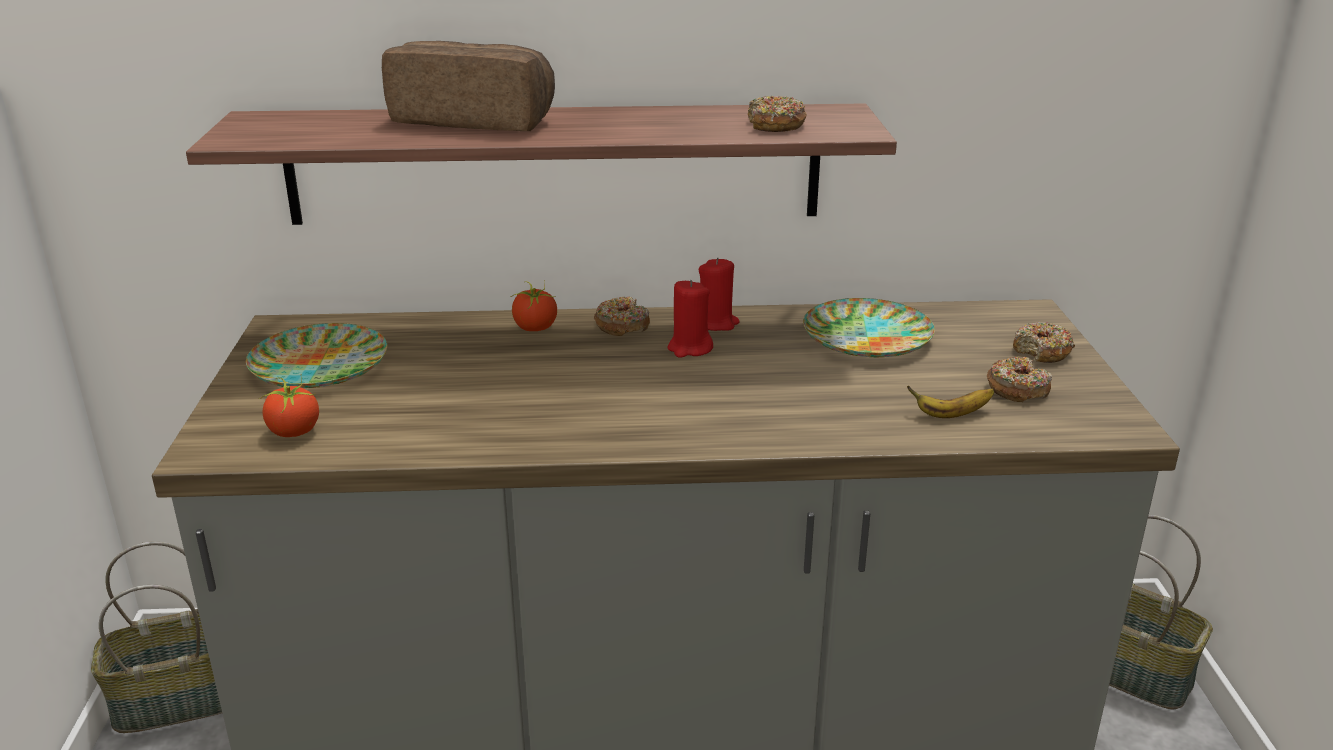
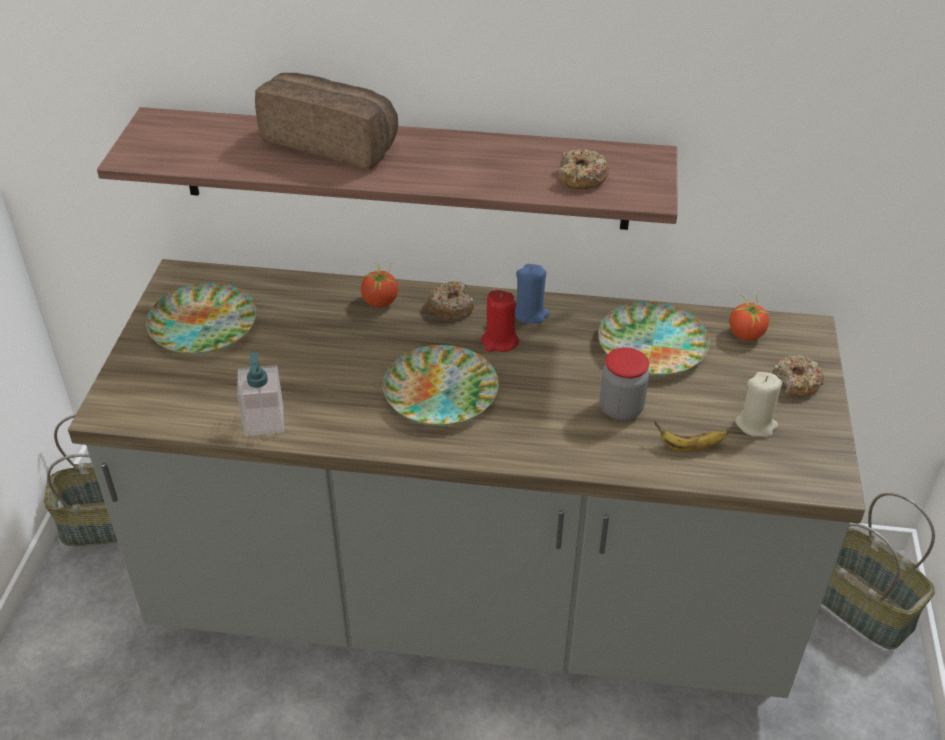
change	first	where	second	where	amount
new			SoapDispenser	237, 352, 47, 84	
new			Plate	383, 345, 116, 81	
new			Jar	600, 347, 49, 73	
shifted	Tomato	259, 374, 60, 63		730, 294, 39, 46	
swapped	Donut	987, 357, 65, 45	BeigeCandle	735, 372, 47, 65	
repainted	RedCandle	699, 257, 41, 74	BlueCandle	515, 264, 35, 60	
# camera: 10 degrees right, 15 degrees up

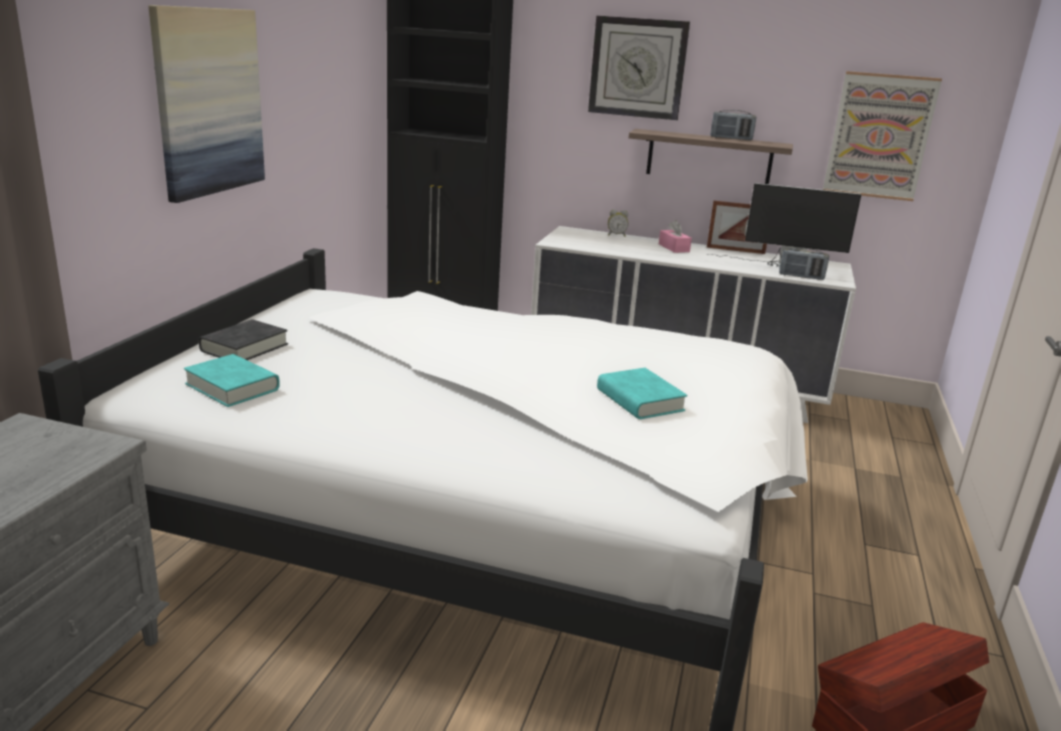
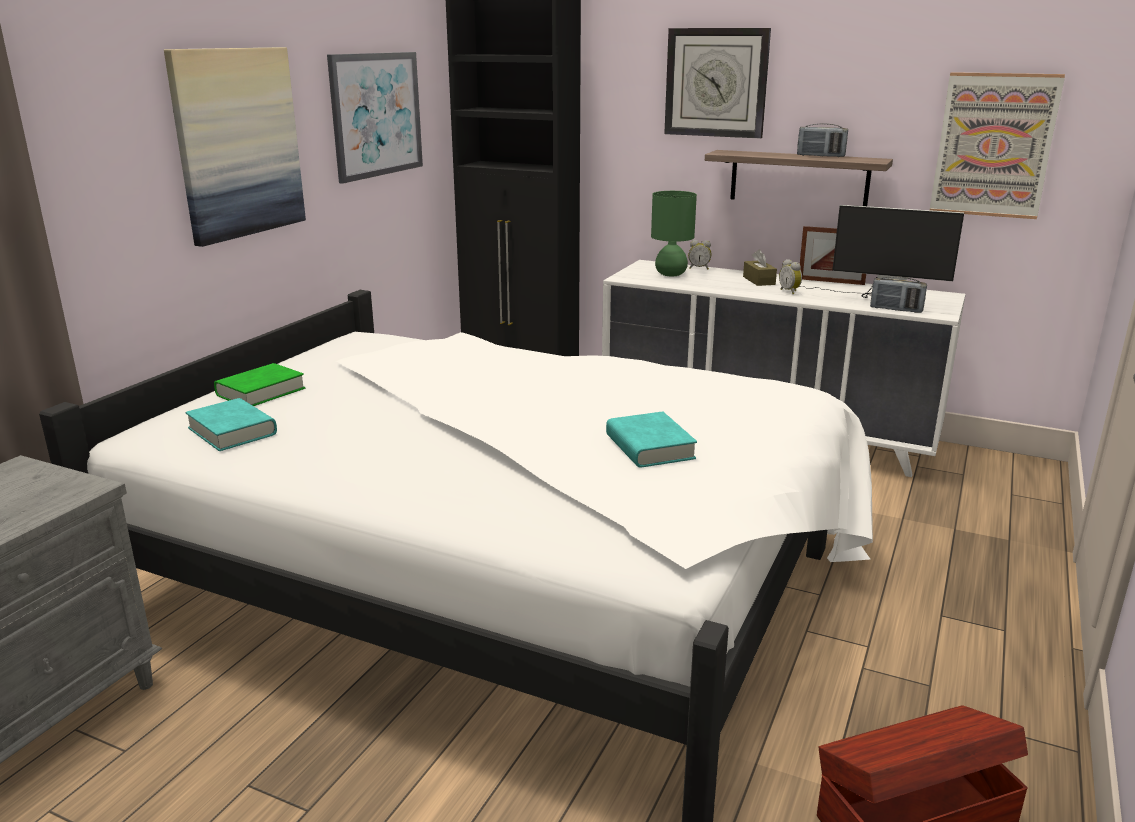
change	first	where	second	where	amount
new			Picture	327, 52, 96, 132	
new			GreenTableLamp	651, 191, 46, 85	
new			AlarmClock	779, 259, 23, 35	
repainted	BlackBook	199, 319, 89, 41	GreenBook	214, 363, 91, 43	
repainted	PinkTissueBox	659, 220, 33, 33	BrownTissueBox	743, 249, 34, 37	
# camera: 10 degrees right, 0 degrees up

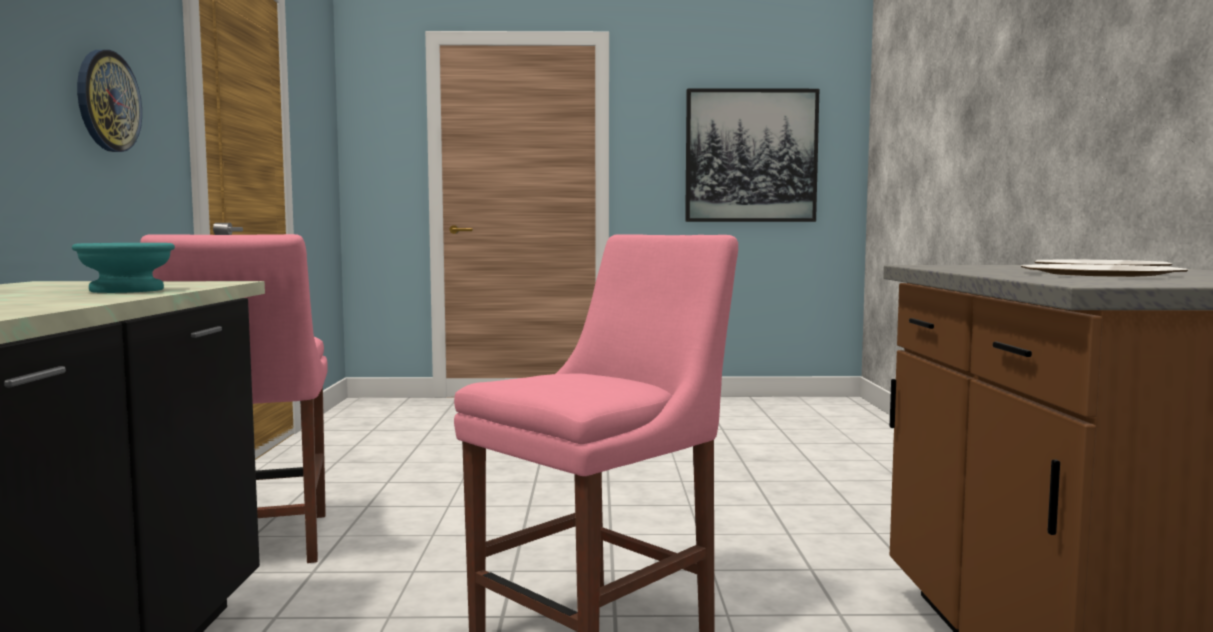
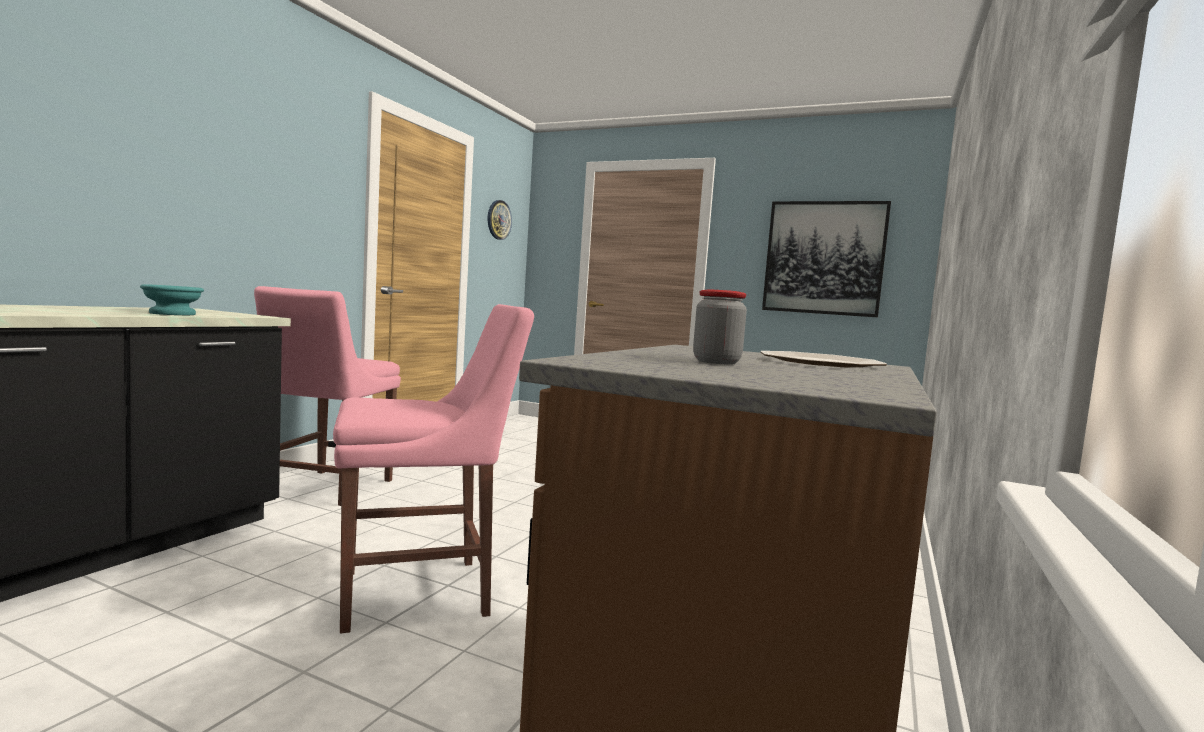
change	first	where	second	where	amount
shifted	WallClock	77, 50, 65, 102		488, 200, 24, 40	
swapped	Plate	1021, 264, 167, 13	Jar	693, 290, 54, 75	
# camera: 25 degrees right, 0 degrees up

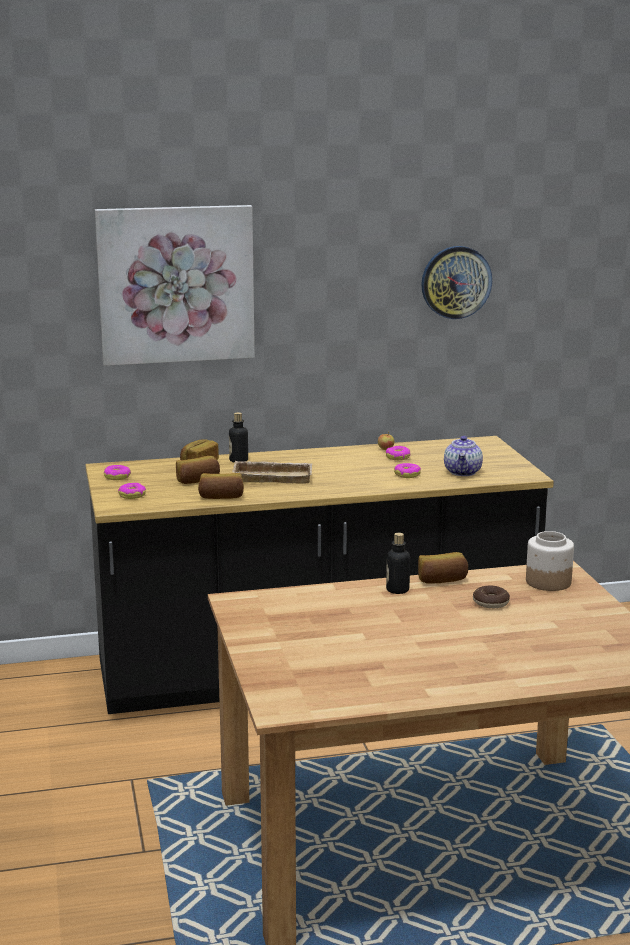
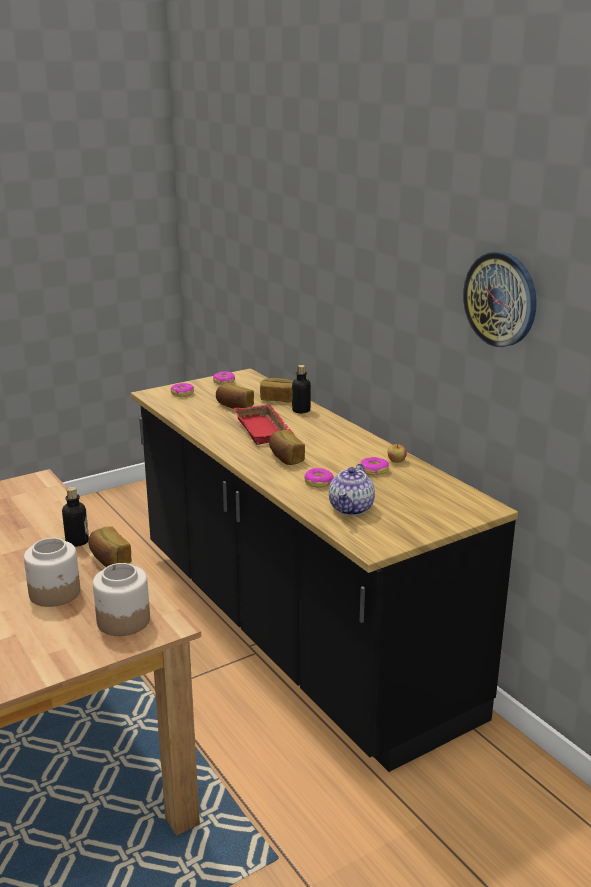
change	first	where	second	where	amount
gone	Picture	95, 205, 160, 161			
shifted	Bread	198, 473, 46, 26		269, 430, 36, 35	
swapped	Donut	473, 585, 37, 23	Jar	24, 538, 56, 69	
repainted	BeigeTray	232, 461, 80, 23	RedTray	234, 405, 60, 40	
rotated	Teapot	444, 436, 39, 40		329, 464, 46, 52	60 degrees counterclockwise
# camera: 70 degrees right, 5 degrees up

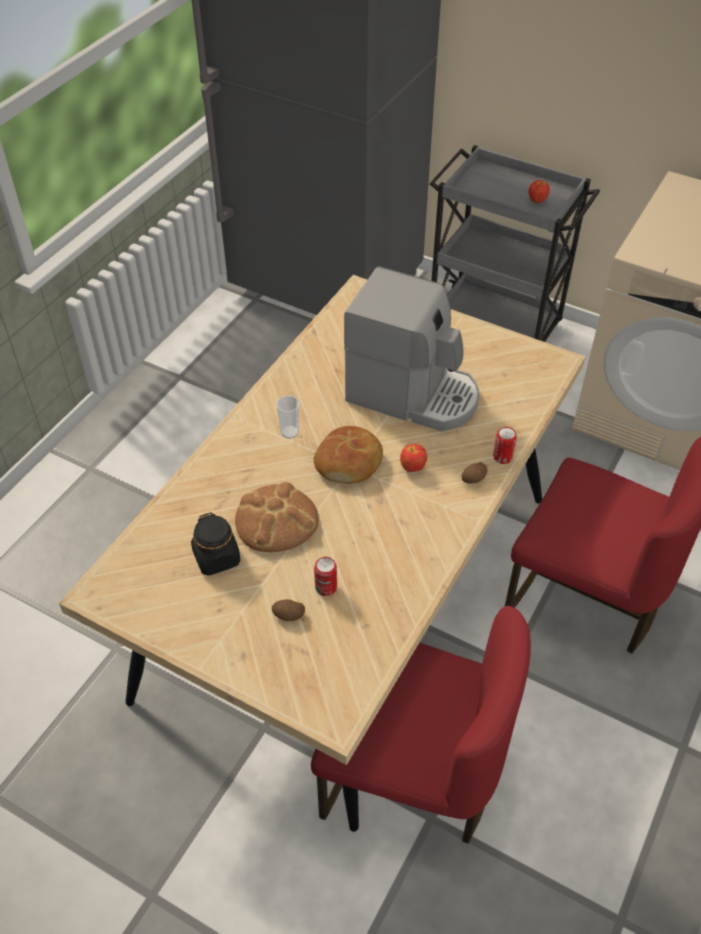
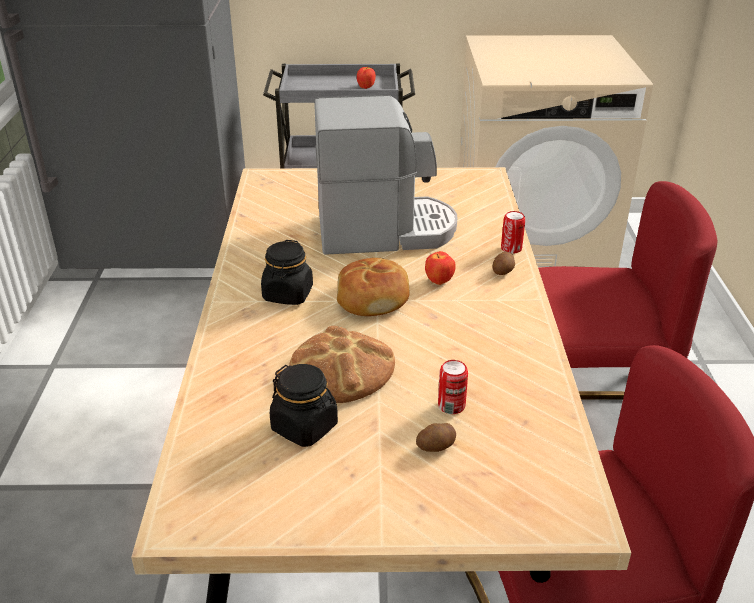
change	first	where	second	where	amount
swapped	Cup	276, 395, 24, 44	BlackJar	261, 240, 52, 65	
# camera: 30 degrees left, 15 degrees down

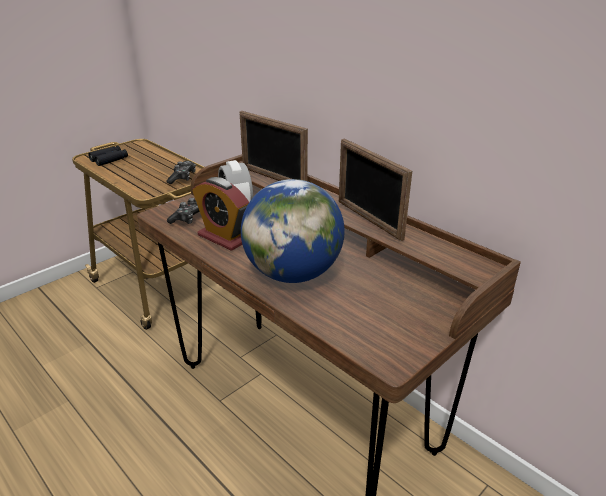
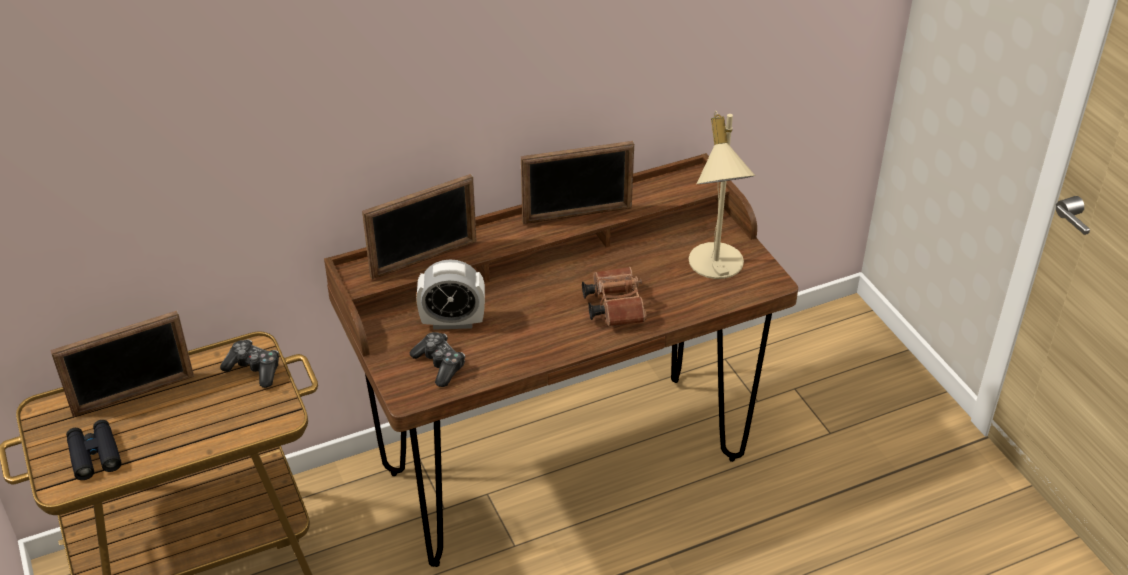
change	first	where	second	where	amount
gone	AlarmClock	192, 177, 57, 74			
new			PictureFrame	50, 311, 144, 106	
new			BeigeTableLamp	689, 111, 66, 168	
swapped	Globe	241, 179, 104, 104	BrownBinoculars	582, 267, 65, 59	
# camera: 70 degrees left, 10 degrees up

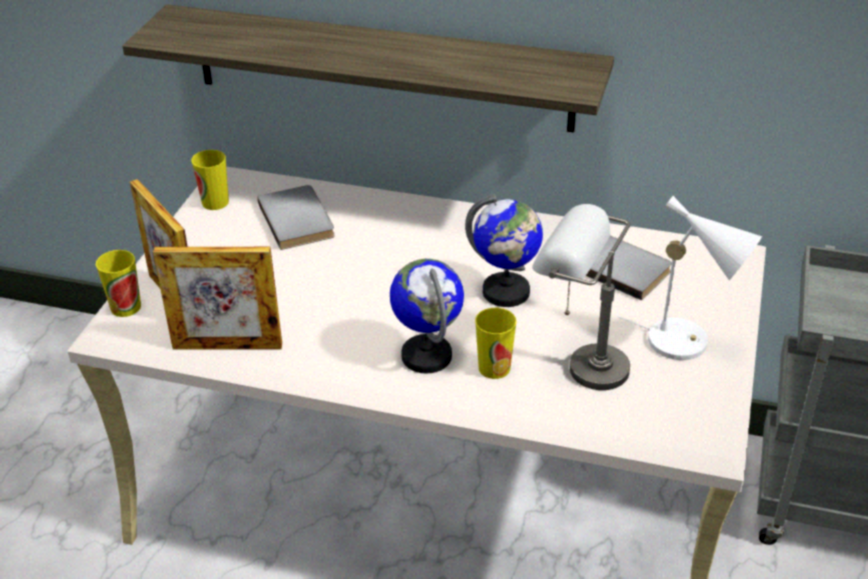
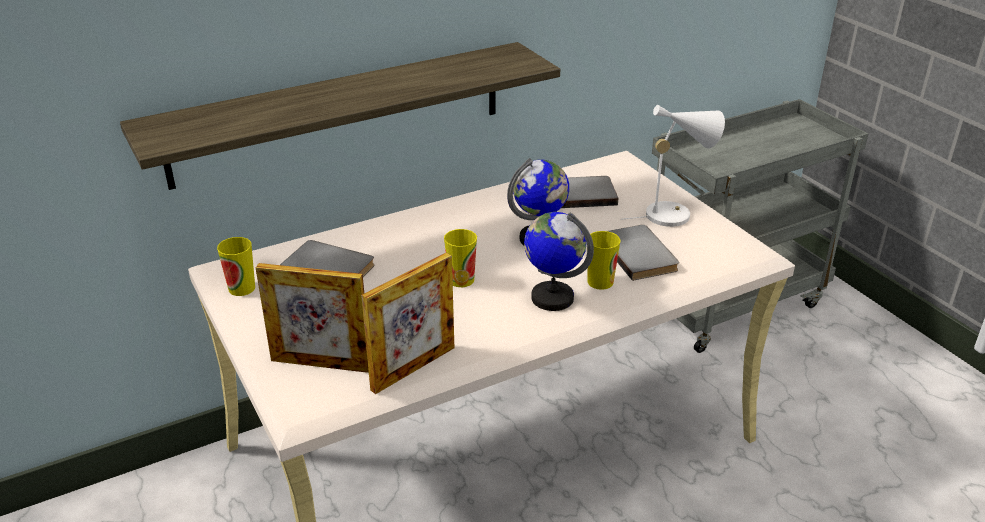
change	first	where	second	where	amount
shifted	Cup	96, 250, 45, 67		444, 229, 33, 58	
swapped	GreyTableLamp	533, 204, 97, 186	GreyBook	608, 225, 71, 56	
# camera: 45 degrees left, 5 degrees down

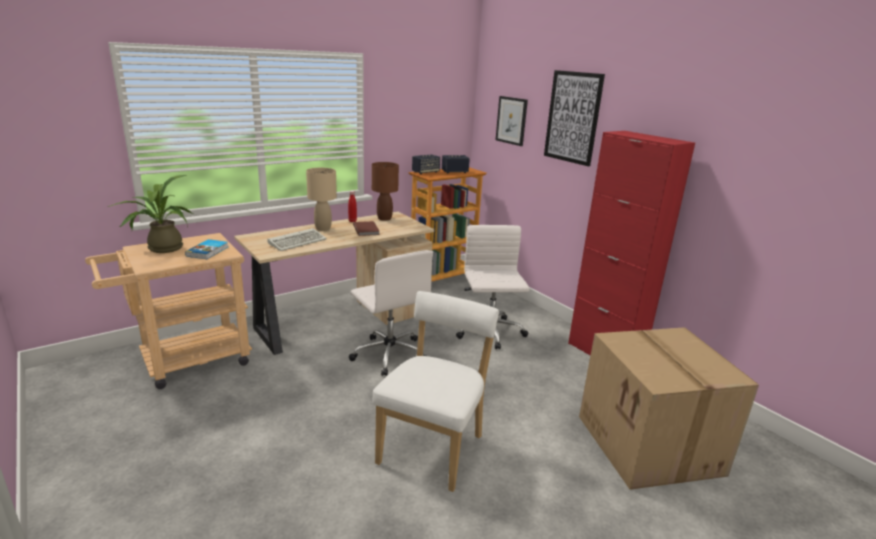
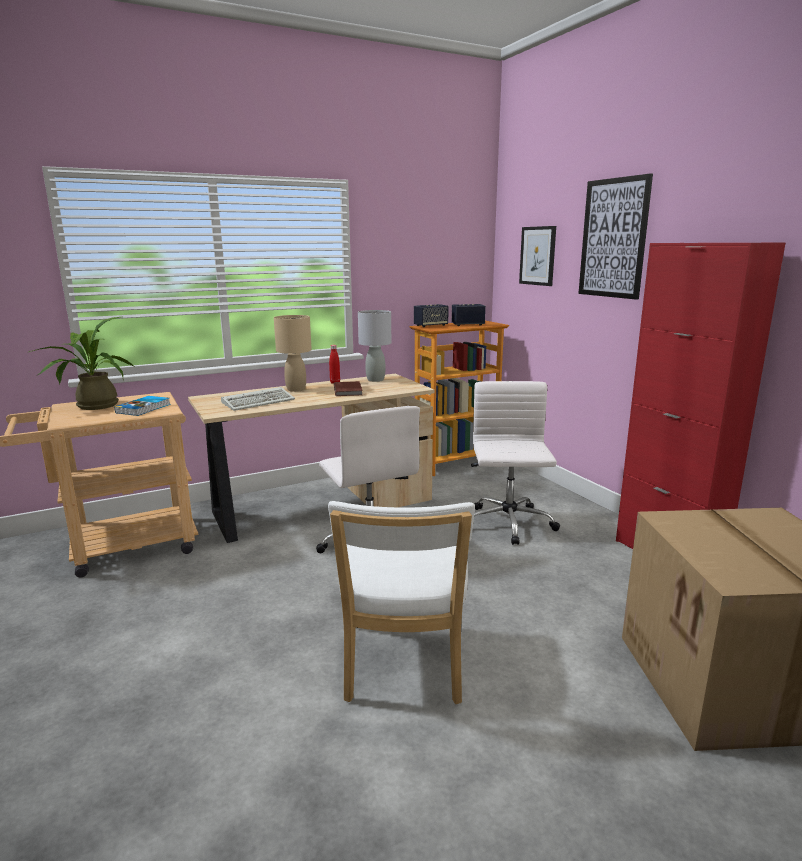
change	first	where	second	where	amount
repainted	BrownTableLamp	372, 162, 27, 59	GreyTableLamp	358, 310, 33, 72	
rotated	WhiteChair	372, 291, 127, 201		328, 501, 147, 203	150 degrees clockwise
# camera: 10 degrees right, 5 degrees down

